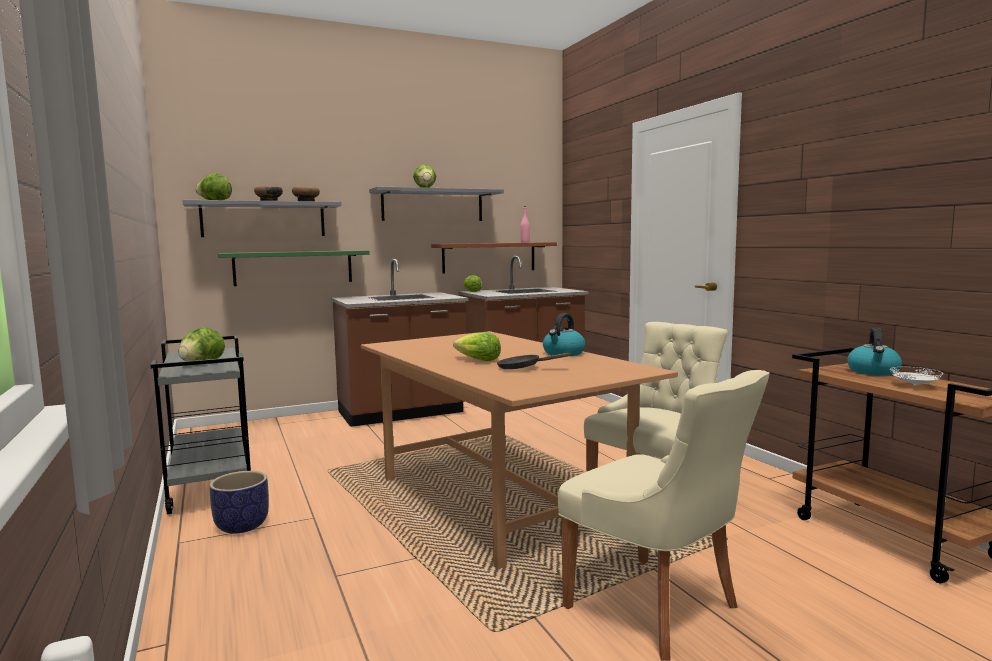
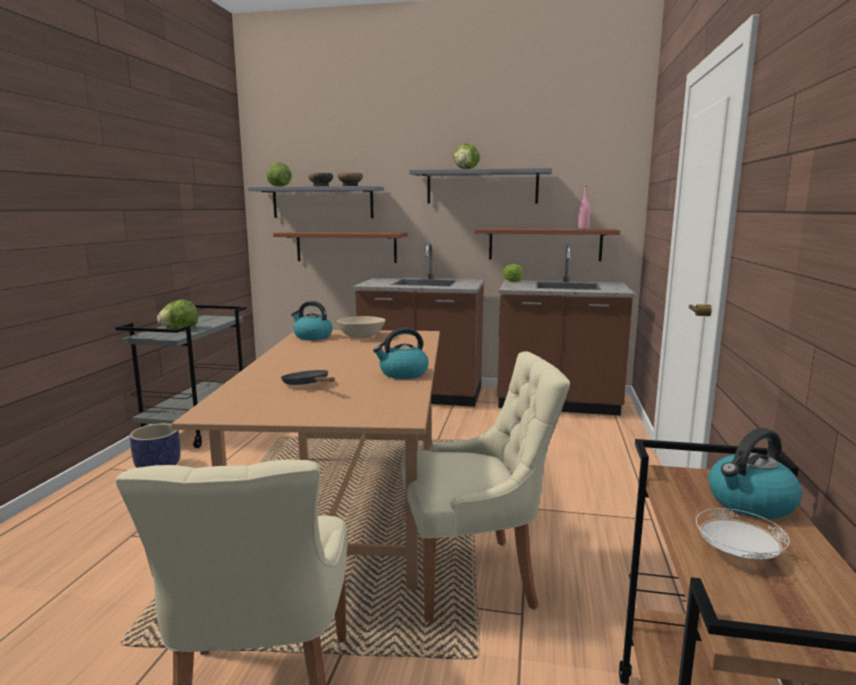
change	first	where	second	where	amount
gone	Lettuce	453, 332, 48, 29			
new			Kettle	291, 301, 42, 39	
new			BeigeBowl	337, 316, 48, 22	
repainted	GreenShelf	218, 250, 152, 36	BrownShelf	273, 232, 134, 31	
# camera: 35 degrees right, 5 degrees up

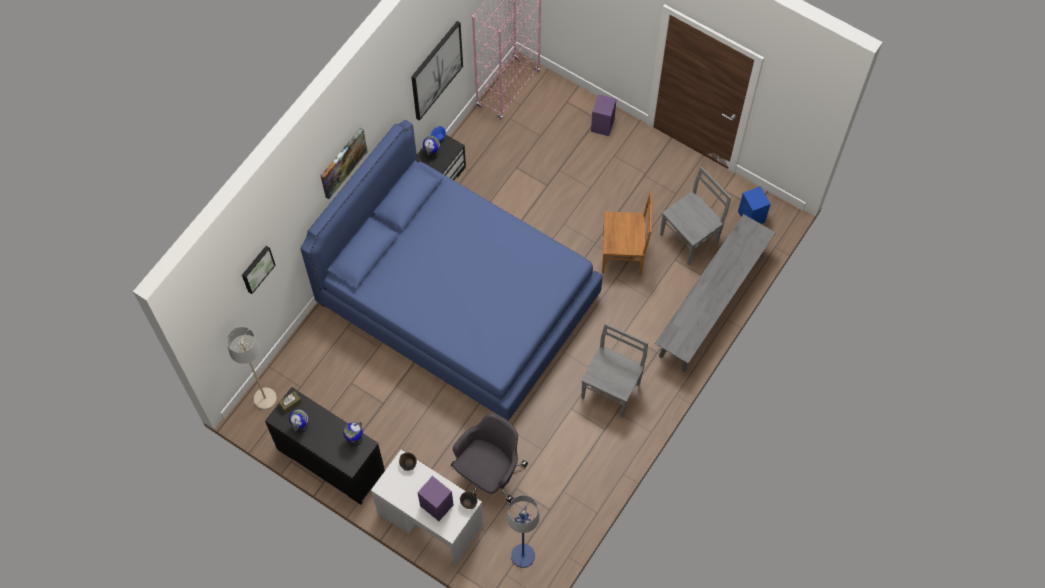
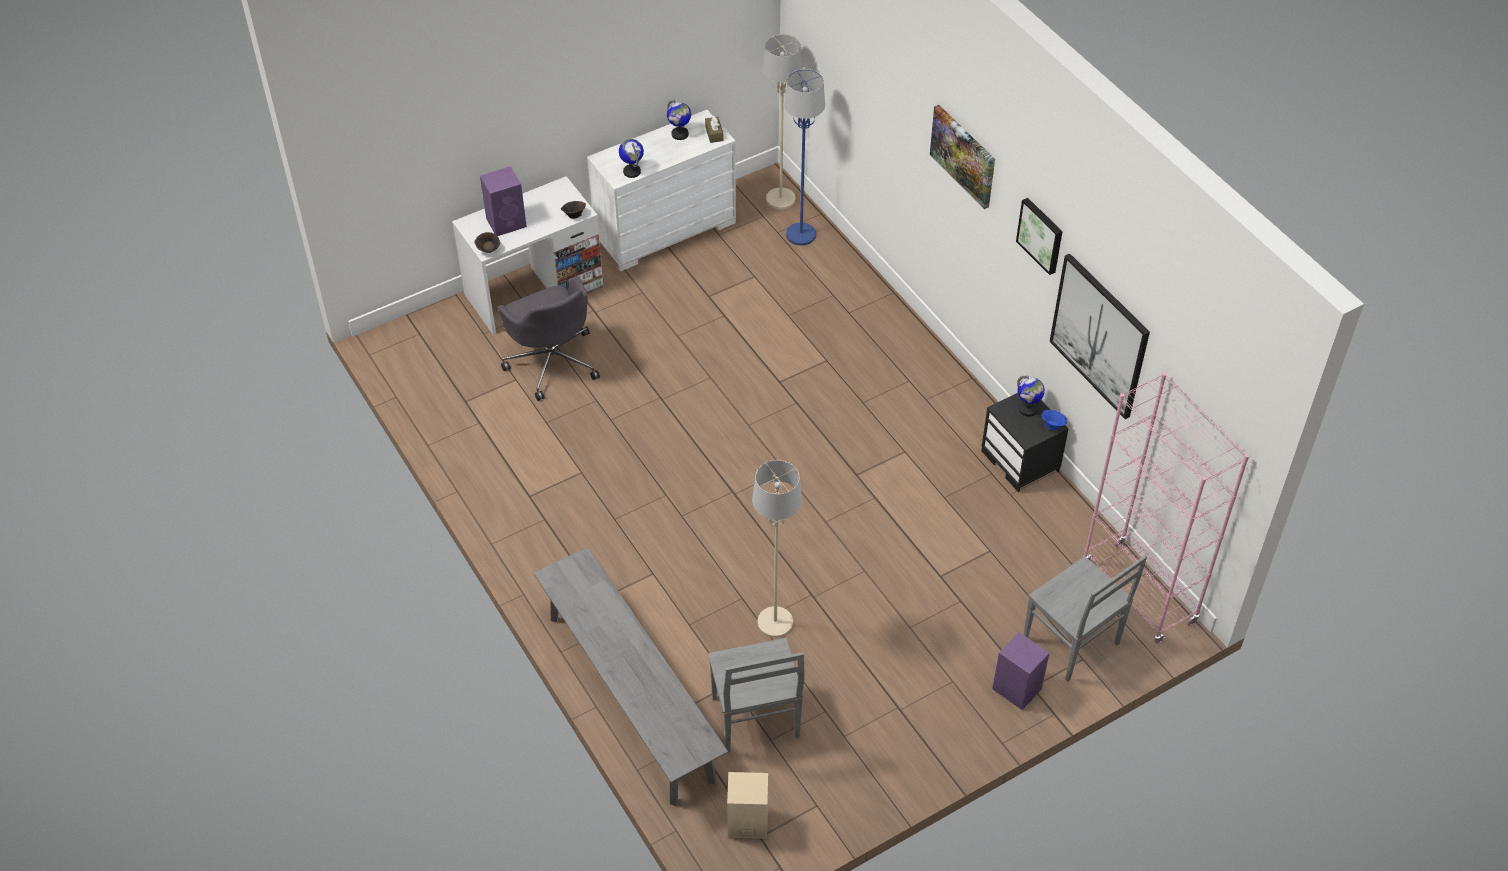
change	first	where	second	where	amount
gone	BlueBed	300, 120, 303, 301			
shifted	Picture	242, 246, 34, 48		1016, 198, 47, 77	
shifted	BlueFloorLamp	506, 495, 34, 73		784, 69, 41, 176	
shifted	GreyChair	582, 323, 66, 95		1024, 555, 124, 126	
swapped	BrownChair	602, 191, 50, 84	BeigeFloorLamp	752, 460, 50, 178	
repainted	BlackDresser	265, 387, 120, 118	WhiteDresser	587, 110, 149, 162	
repainted	BlueSpeaker	738, 186, 33, 38	BeigeSpeaker	727, 772, 41, 67	
# camera: 115 degrees right, 15 degrees down

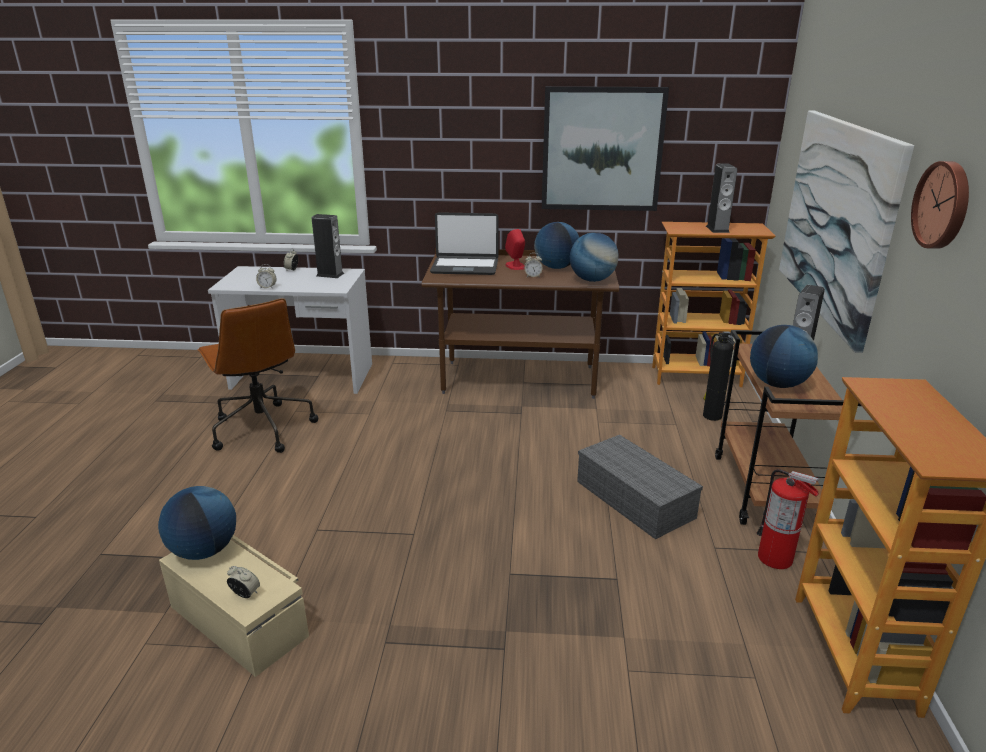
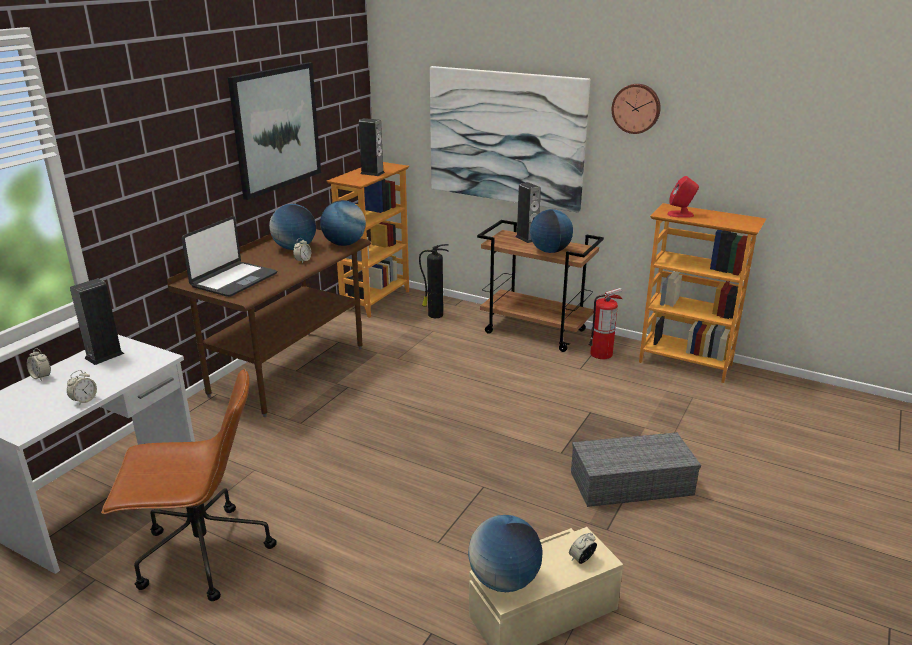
change	first	where	second	where	amount
shifted	RedSpeaker	505, 229, 20, 41		667, 176, 32, 42	
shifted	GreyStorageBox	577, 435, 126, 104		571, 432, 130, 75	
# camera: 65 degrees left, 0 degrees up

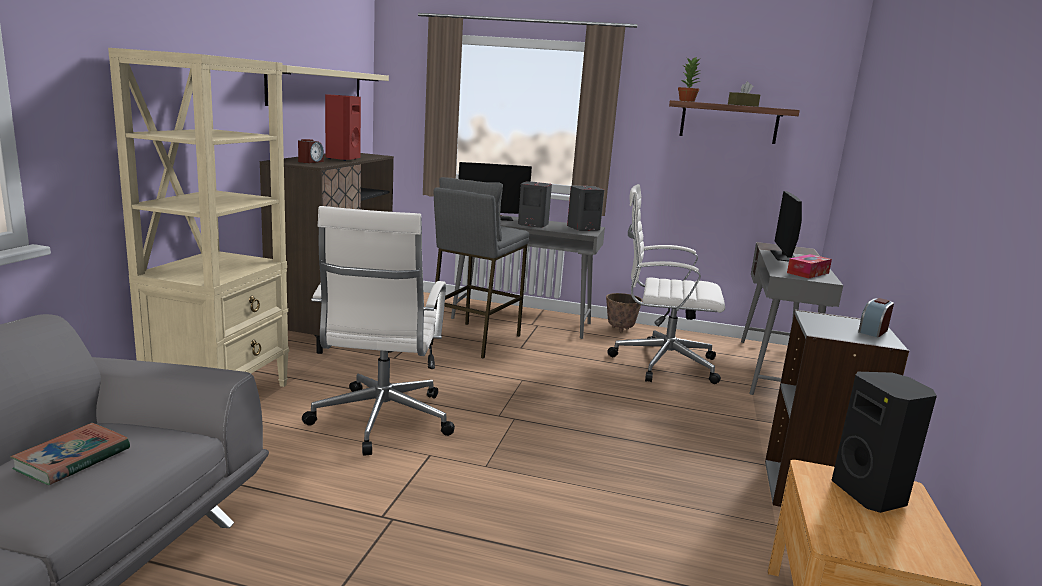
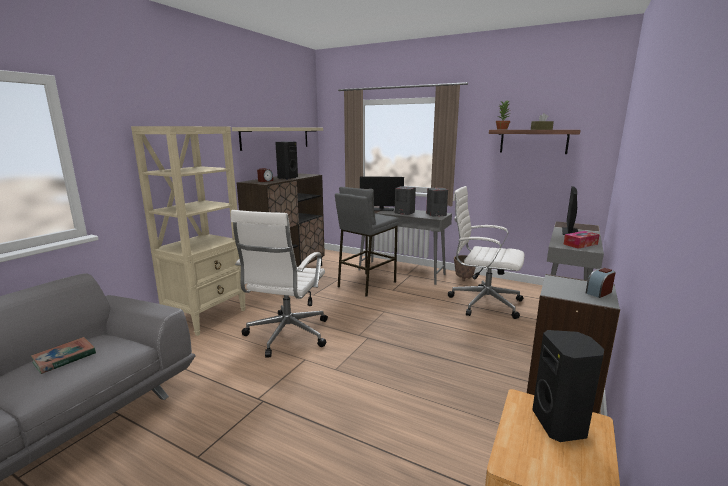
change	first	where	second	where	amount
repainted	RedSpeaker	325, 94, 36, 67	BlackSpeaker	275, 142, 23, 38	
# camera: 15 degrees right, 0 degrees up

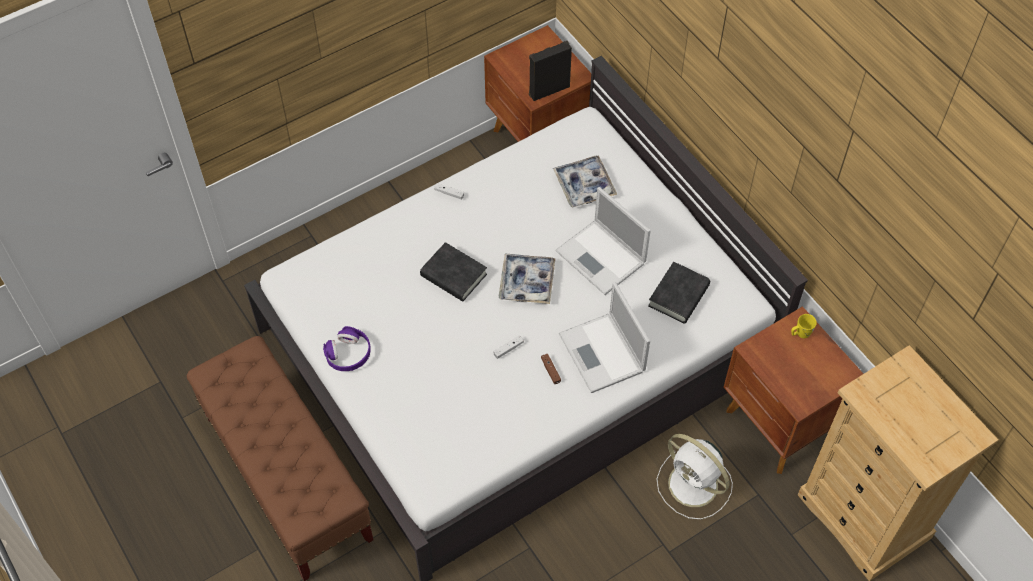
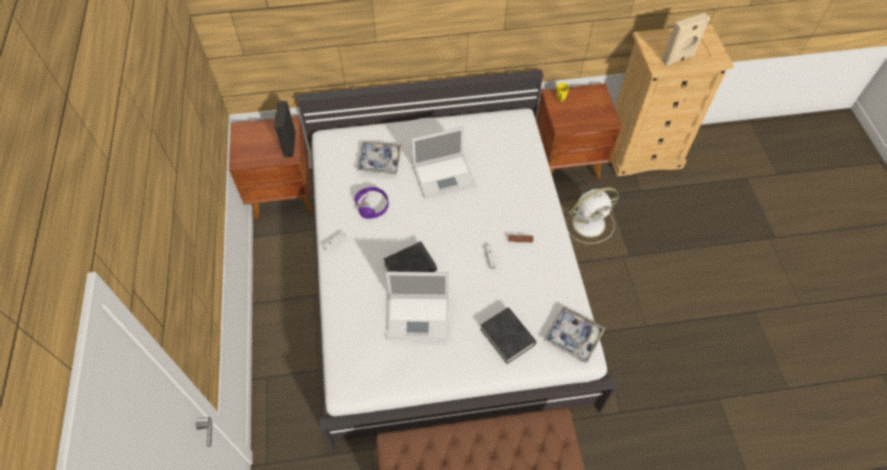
change	first	where	second	where	amount
new			BeigeSpeaker	662, 13, 48, 53	
shifted	PurpleHeadphones	323, 326, 48, 45		355, 187, 34, 32	
shifted	Tray	499, 254, 57, 50		543, 306, 63, 57	
shifted	Laptop	559, 282, 91, 111		385, 272, 64, 68	
shifted	BlackBook	648, 262, 62, 62		480, 307, 56, 57	
# camera: 65 degrees left, 0 degrees up

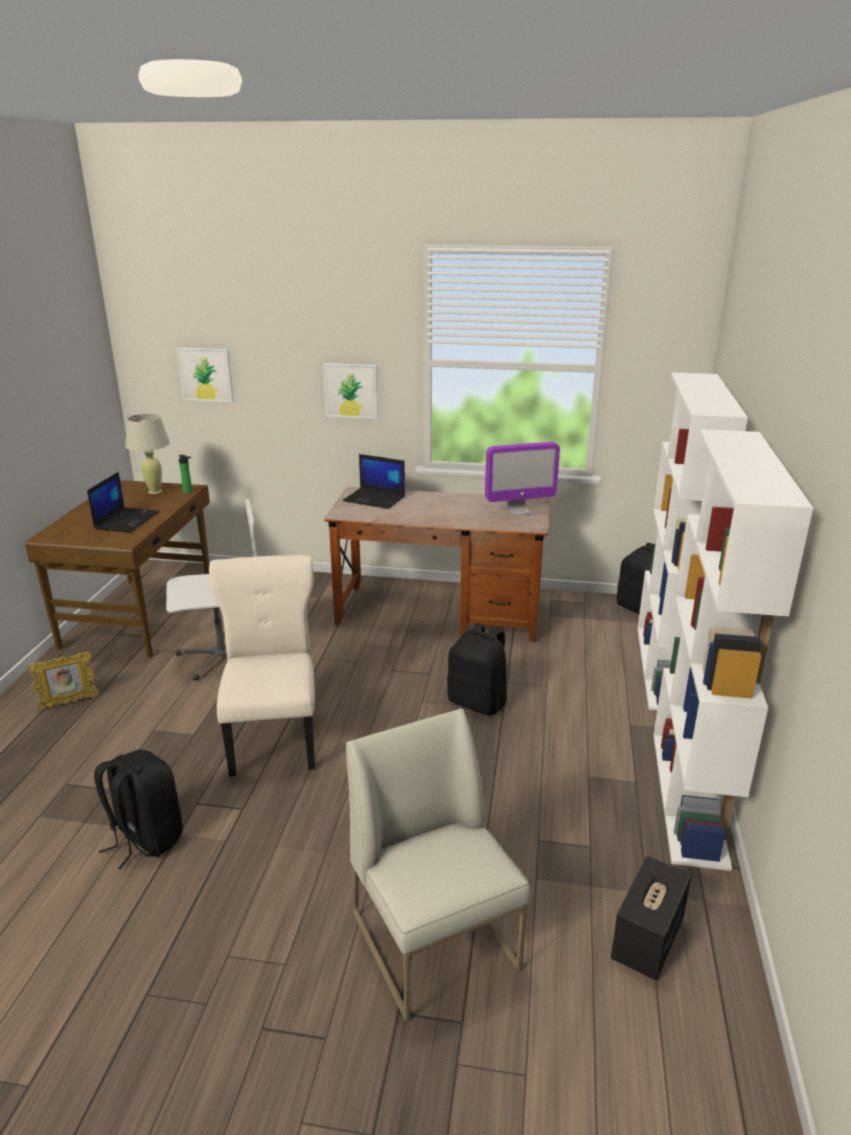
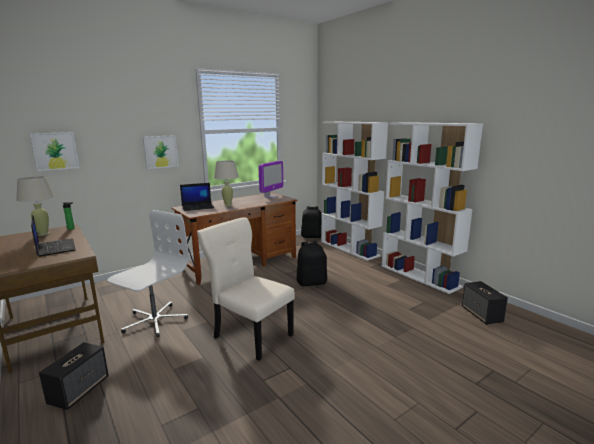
change	first	where	second	where	amount
gone	BlackBackpack	94, 749, 89, 120			
gone	WhiteChair	346, 708, 184, 314			
new			BeigeTableLamp	214, 160, 25, 47	
swapped	PictureFrame	28, 651, 71, 58	Speaker	39, 342, 70, 68	
# camera: 45 degrees left, 10 degrees down

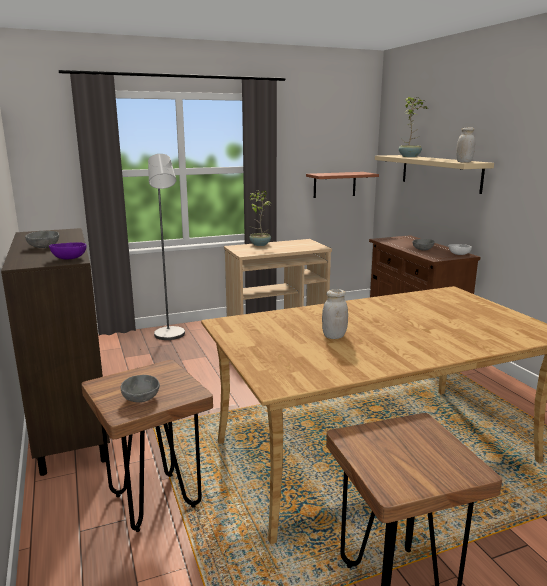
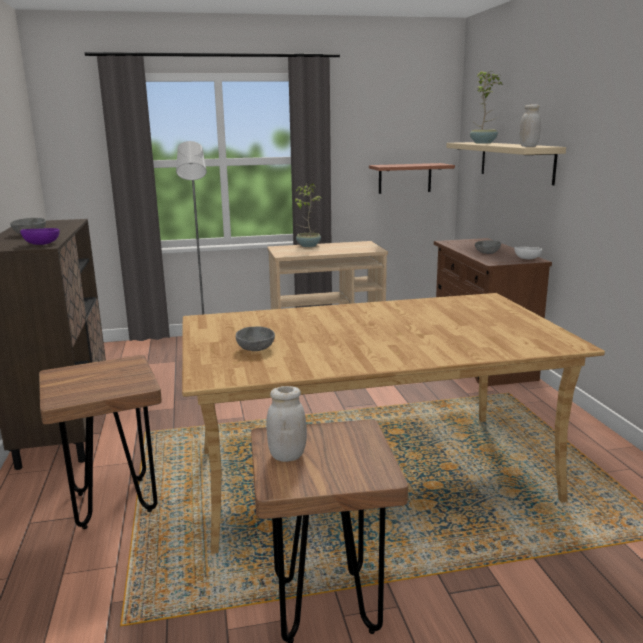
change	first	where	second	where	amount
shifted	GreyBowl	121, 375, 39, 28		236, 327, 39, 24	
shifted	WhiteJar	322, 289, 26, 50		266, 386, 41, 76	
# camera: 10 degrees right, 0 degrees up

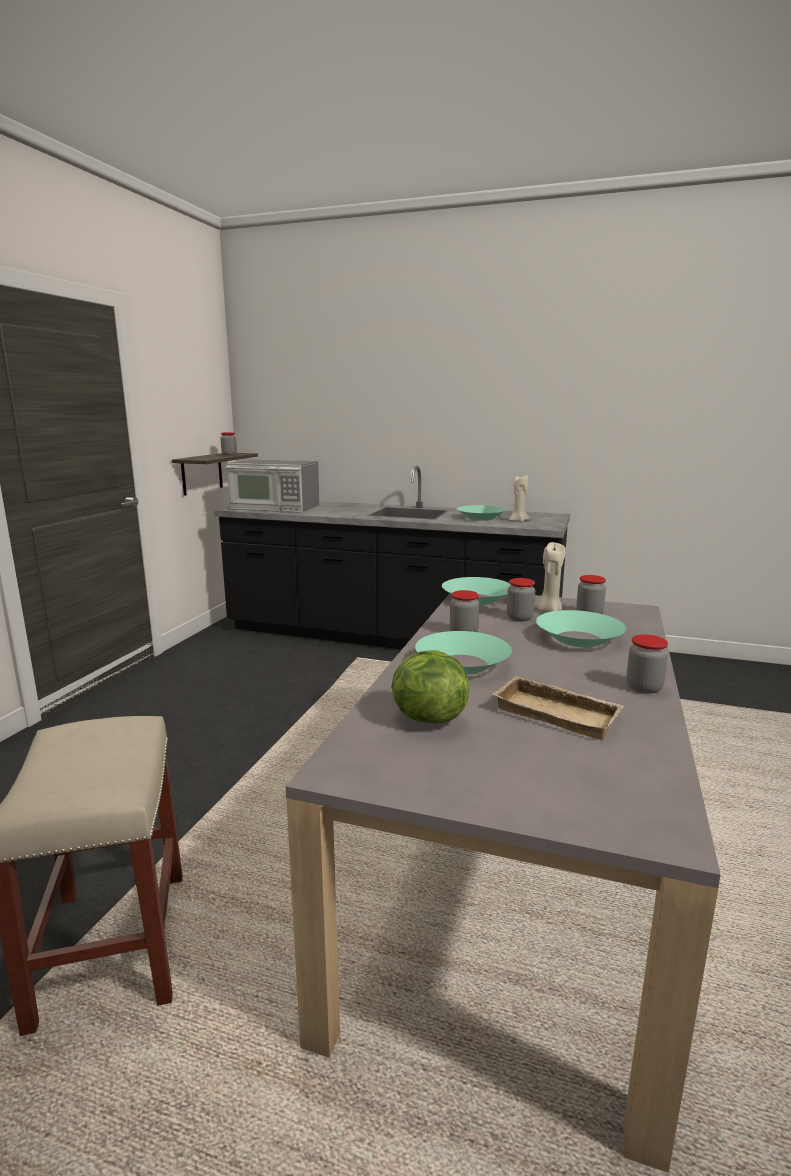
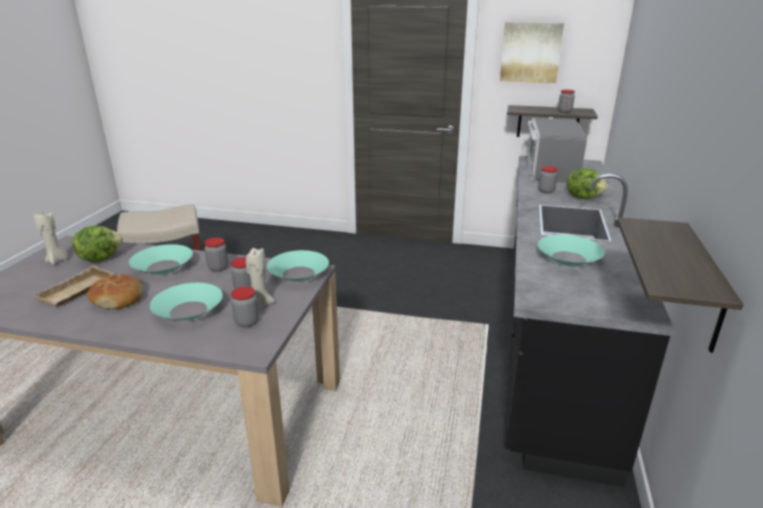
change	first	where	second	where	amount
new			Bread	87, 274, 56, 35	
new			Picture	500, 22, 64, 61	
new			Lettuce	567, 168, 41, 31	
new			Shelf	617, 217, 126, 136	
shifted	BeigeCandle	509, 475, 20, 47		34, 212, 34, 53	
shifted	Jar	626, 635, 42, 59		538, 166, 20, 27	
# camera: 85 degrees right, 10 degrees up

